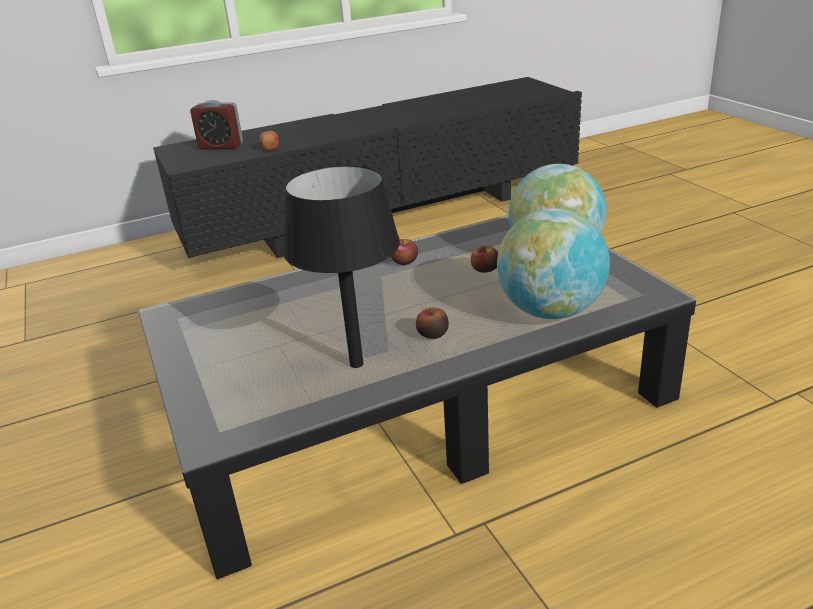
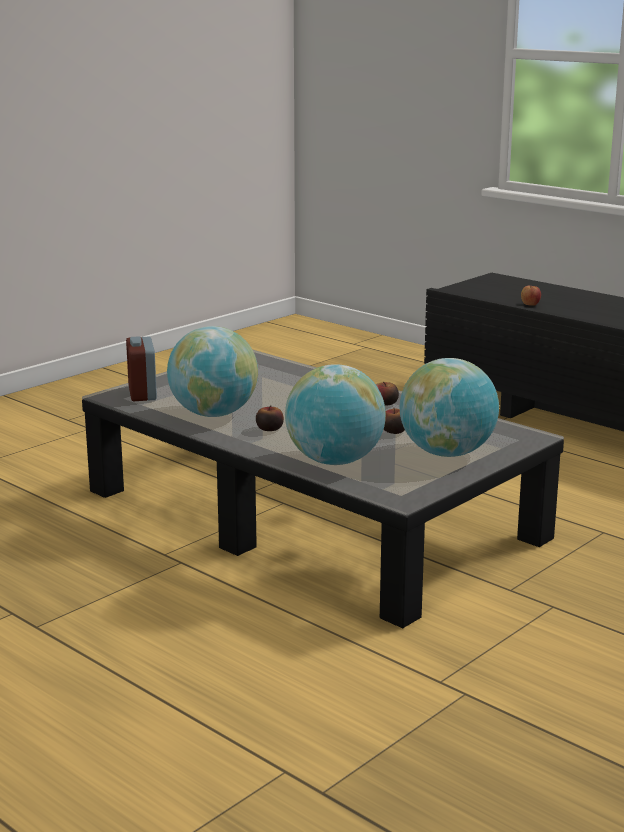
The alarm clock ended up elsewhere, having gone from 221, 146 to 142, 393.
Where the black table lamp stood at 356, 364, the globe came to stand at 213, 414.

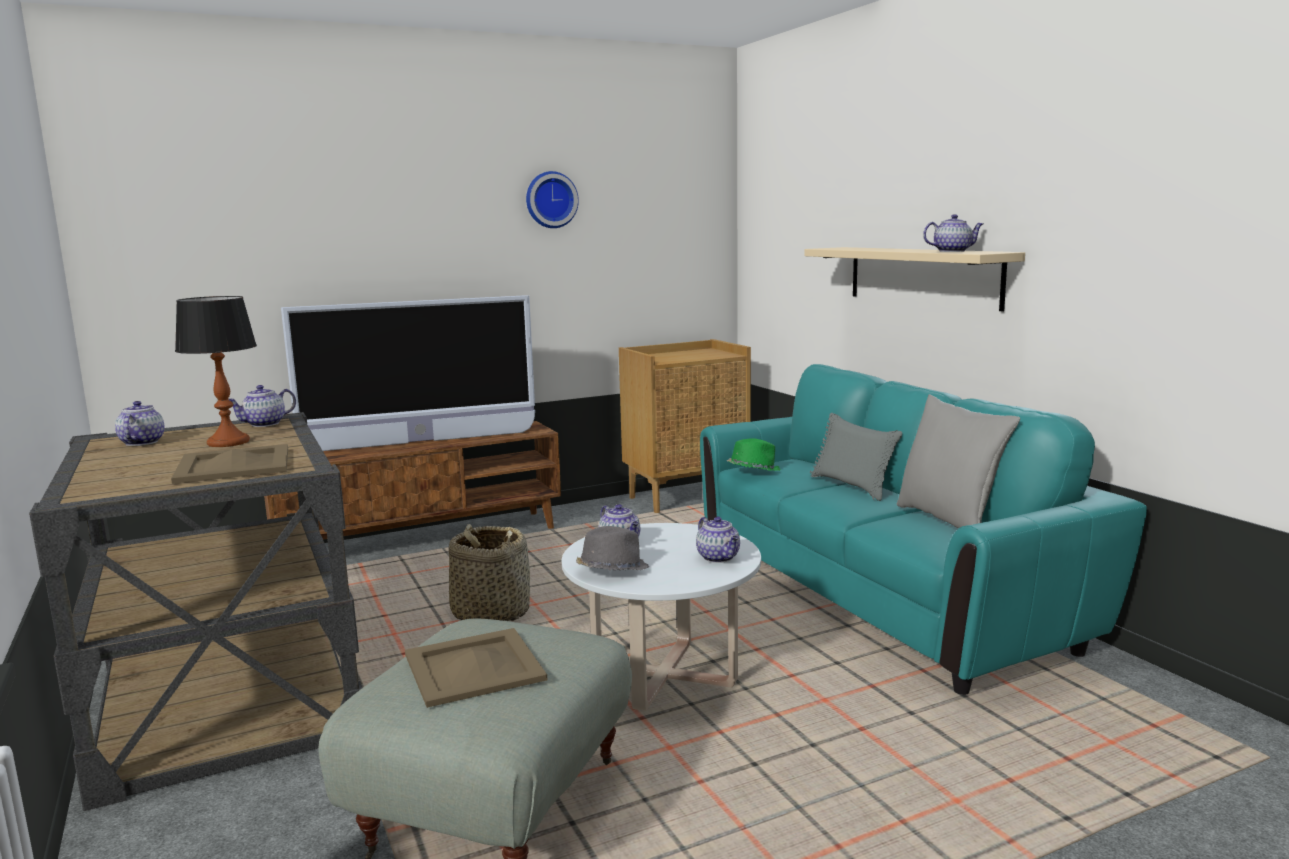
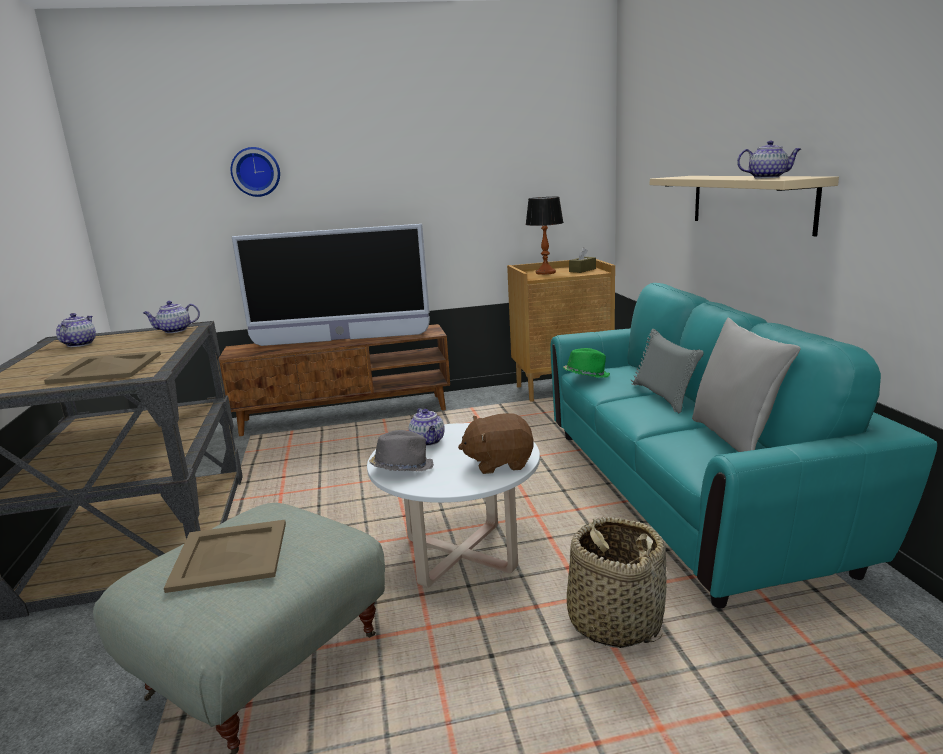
The second view gained the brown tissue box at 582, 270.
The table lamp ended up elsewhere, having gone from 229, 442 to 545, 272.
The basket ended up elsewhere, having gone from 490, 612 to 614, 621.
The wall clock ended up elsewhere, having gone from 550, 200 to 256, 172.
Where the teapot stood at 719, 558, the brown plush toy came to stand at 499, 463.

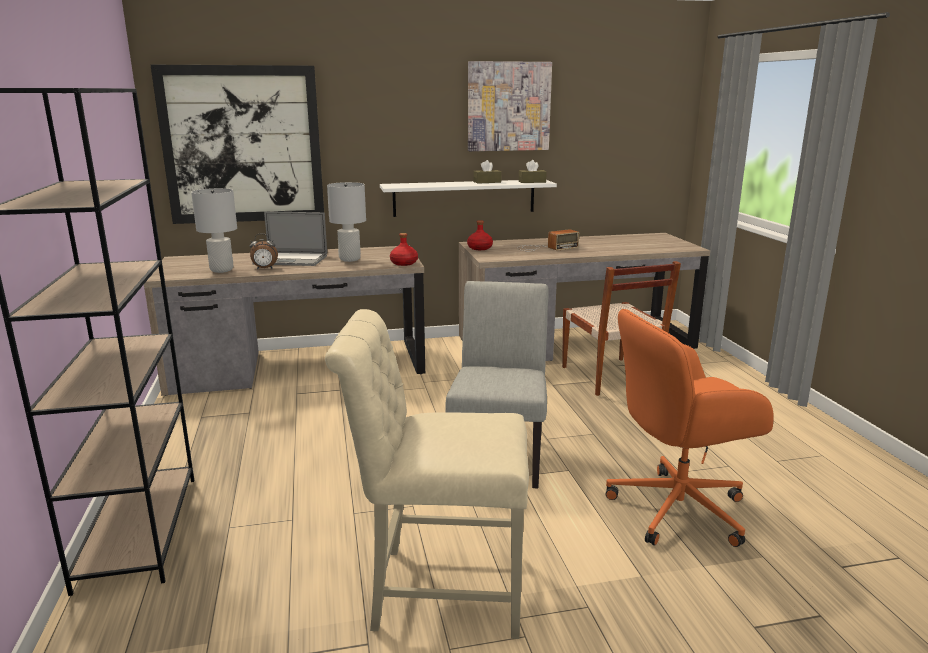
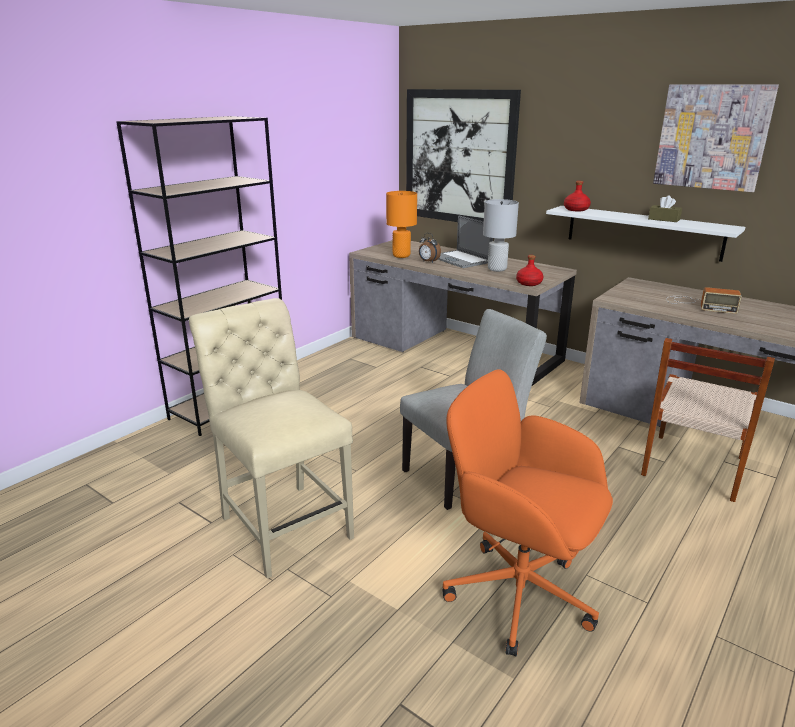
The second view lost the brown tissue box at 532, 182.
The red bottle ended up elsewhere, having gone from 479, 248 to 576, 209.
What was the grey table lamp at 222, 271 turned into the orange table lamp at 401, 257.

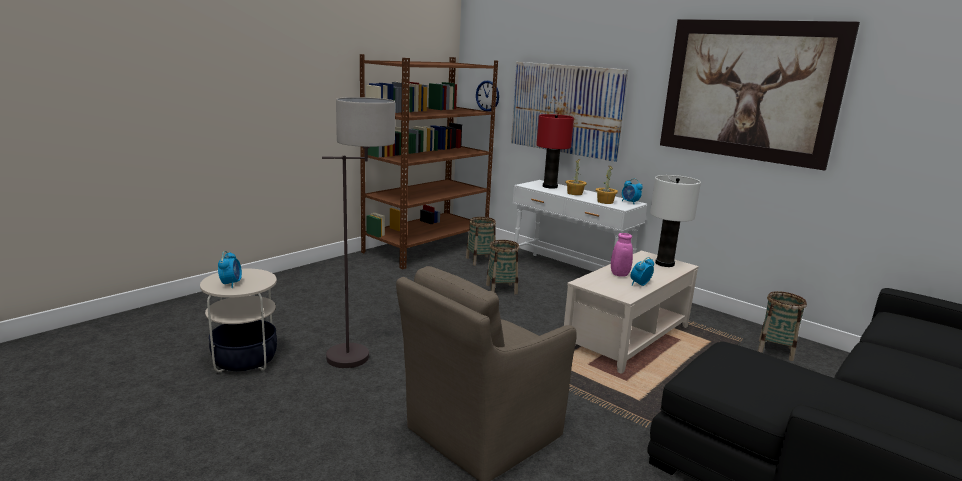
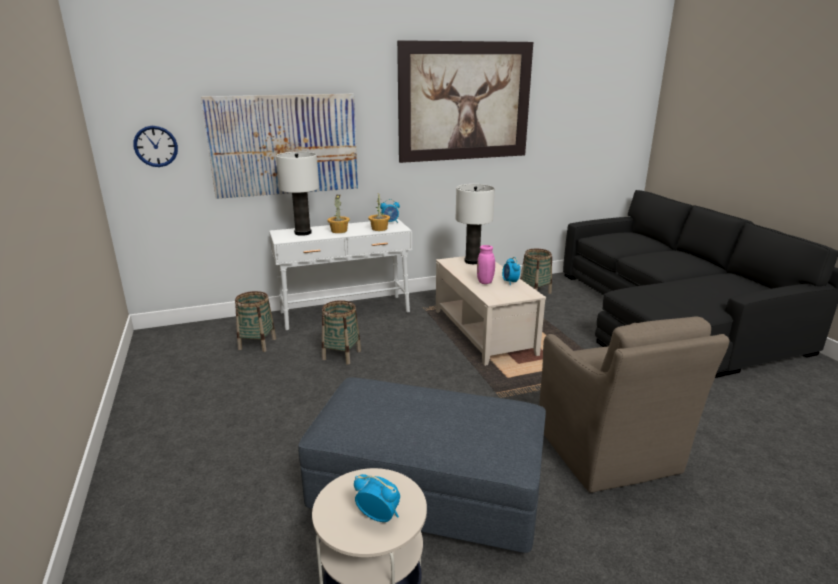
The second view lost the brown bookcase at 426, 248.
Where the grey floor lamp stood at 360, 356, the grey ottoman came to stand at 427, 491.
What was the red table lamp at 550, 186 turned into the white table lamp at 303, 233.

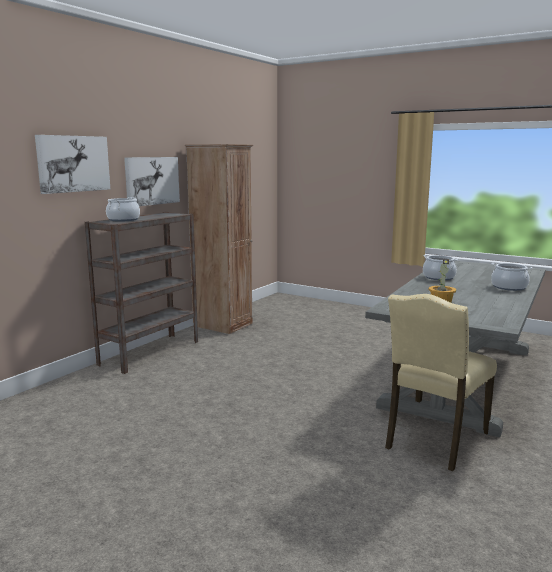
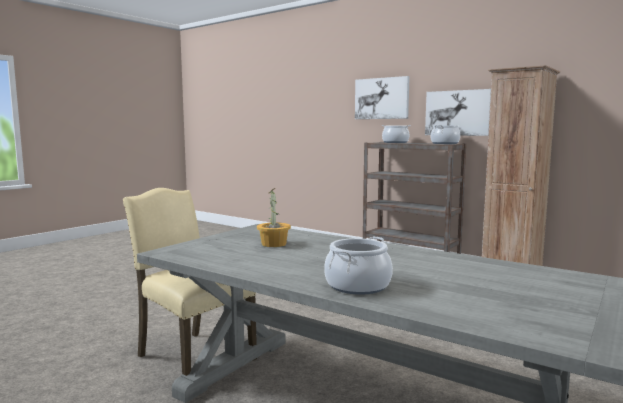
The cooking pot ended up elsewhere, having gone from 438, 277 to 445, 143.

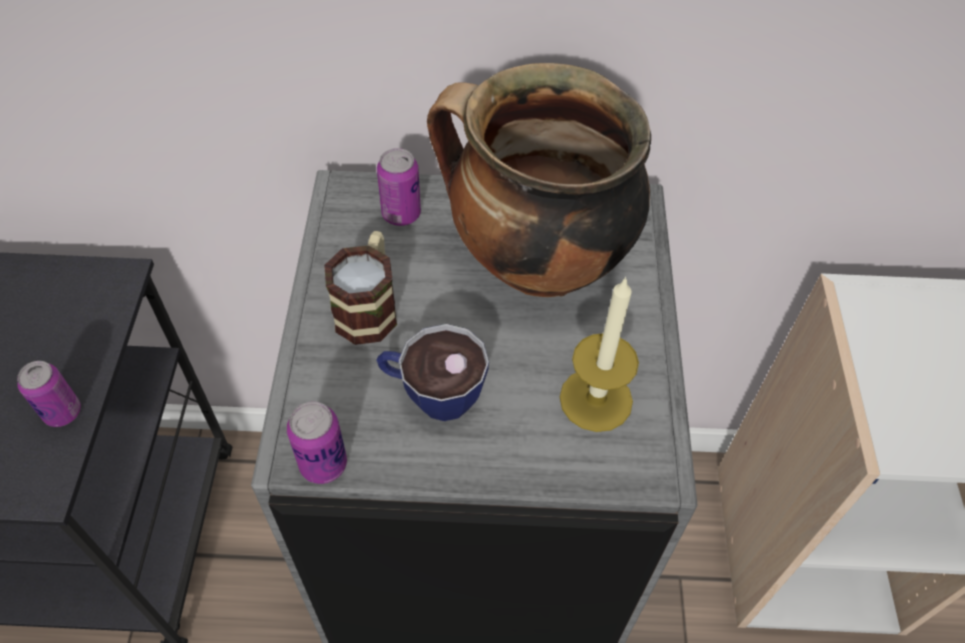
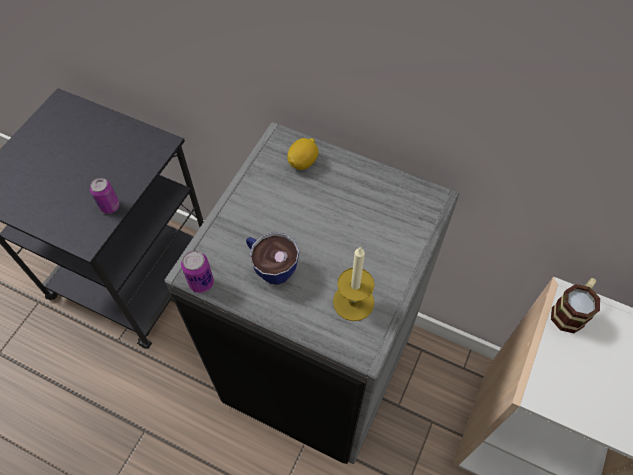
The second view lost the cooking pot at 535, 264.
The mug ended up elsewhere, having gone from 369, 306 to 571, 311.
Where the can stood at 401, 214, the lemon came to stand at 303, 162.

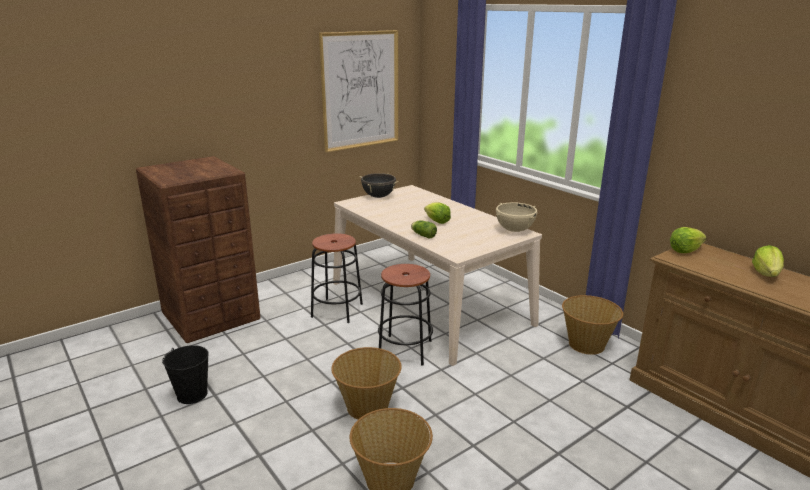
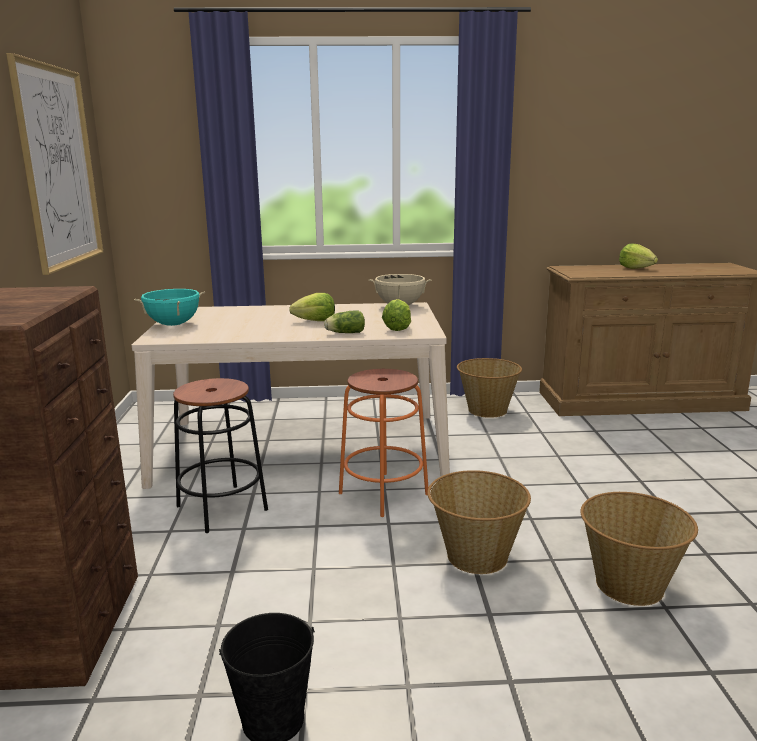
The lettuce ended up elsewhere, having gone from 685, 250 to 398, 328.
What was the black cooking pot at 378, 197 turned into the turquoise cooking pot at 173, 324.
What was the black stool at 405, 349 turned into the orange stool at 383, 493.

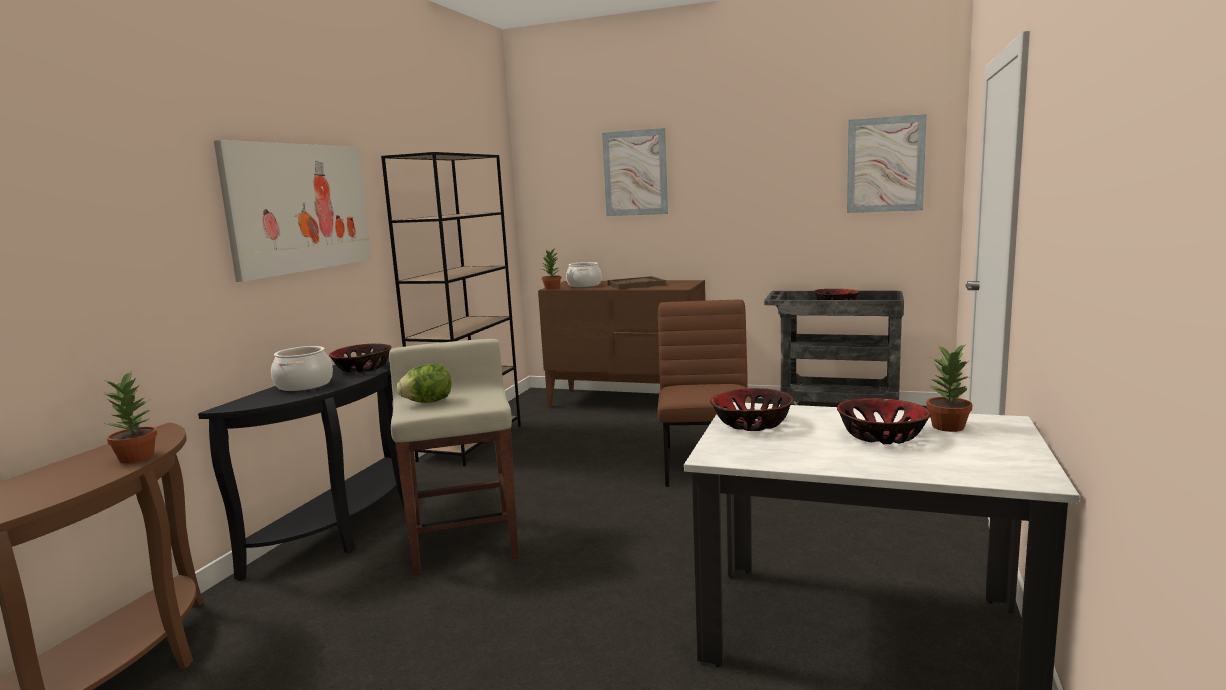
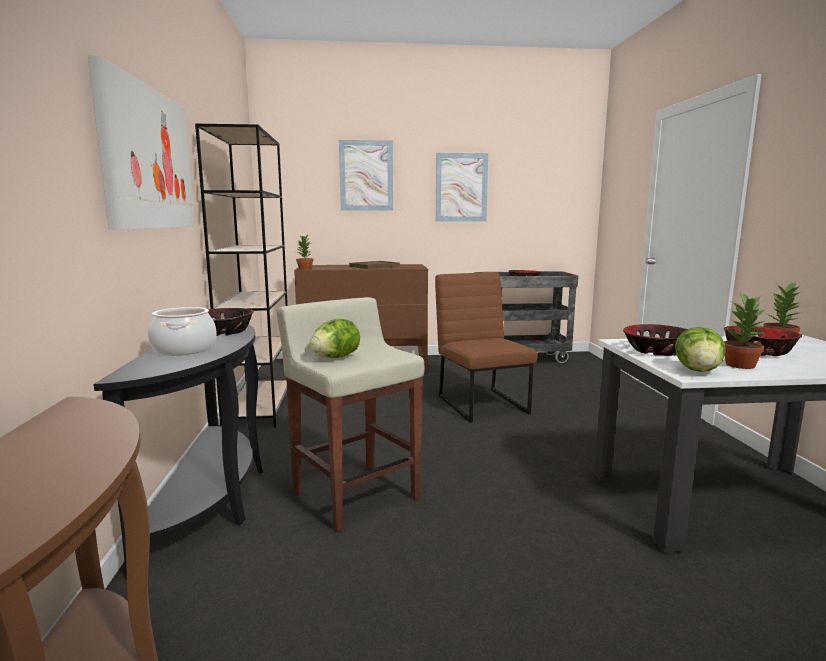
The second view lost the cooking pot at 584, 285.
The second view gained the lettuce at 698, 371.
The potted plant ended up elsewhere, having gone from 137, 457 to 740, 365.
The picture ended up elsewhere, having gone from 885, 164 to 461, 187.

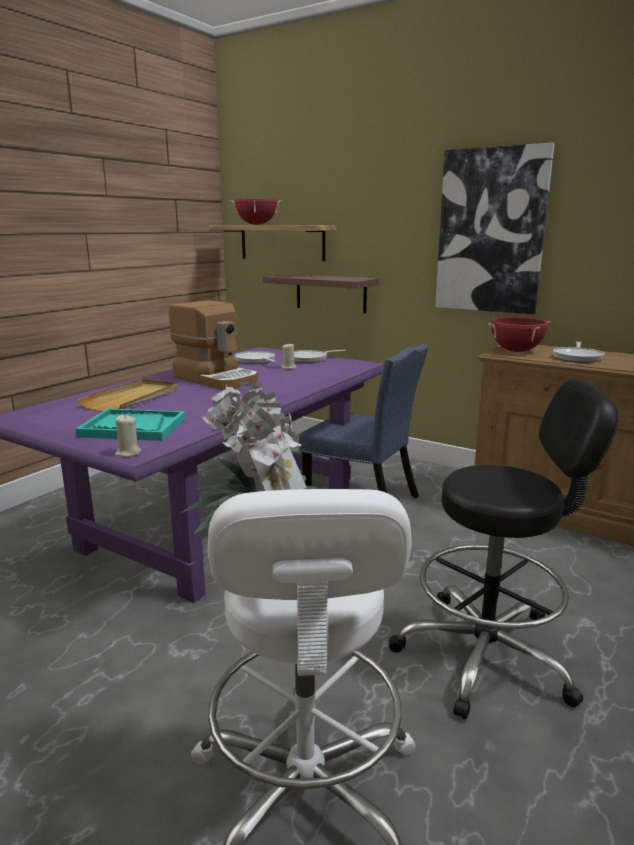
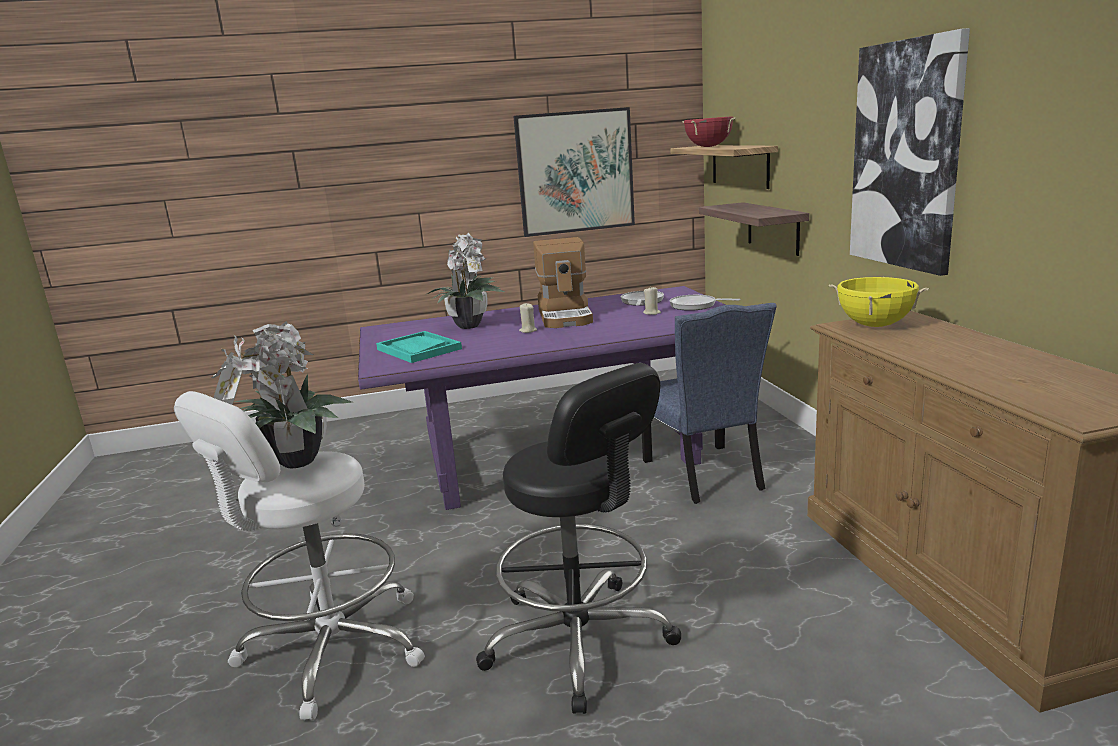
The second view lost the frying pan at 577, 357.
The second view gained the picture at 575, 172.
The beige candle ended up elsewhere, having gone from 128, 453 to 528, 331.
Where the beige tray stood at 132, 398, the potted plant came to stand at 469, 325.
What was the red cooking pot at 516, 351 turned into the yellow cooking pot at 875, 325.

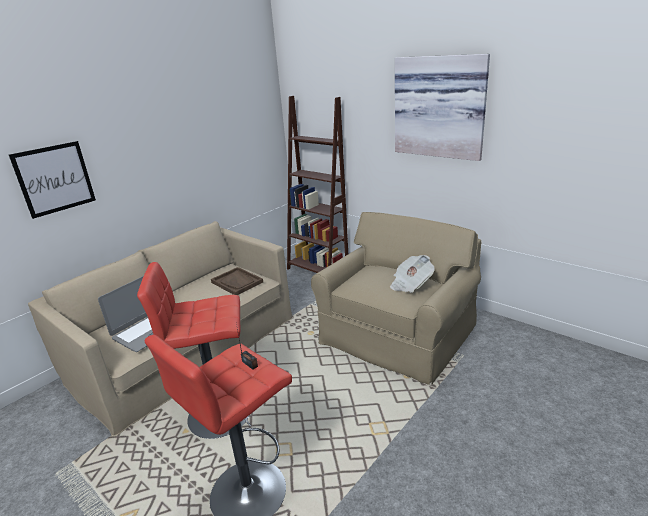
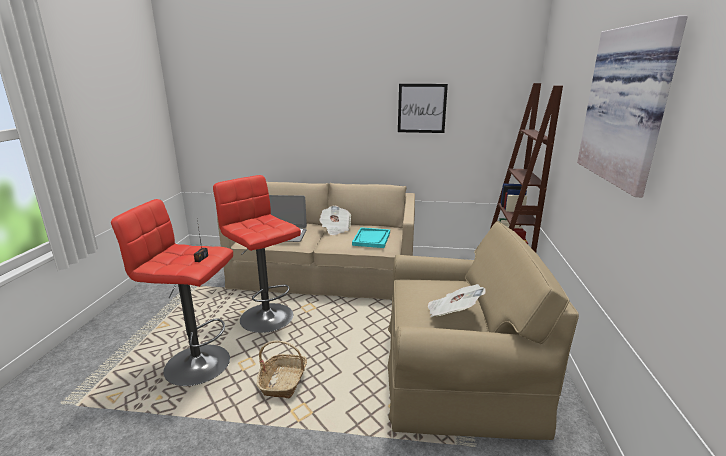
The second view gained the basket at 283, 381.
The second view gained the newspaper at 335, 229.
The picture ended up elsewhere, having gone from 55, 179 to 422, 108.
What was the brown tray at 237, 282 turned into the turquoise tray at 371, 239.

